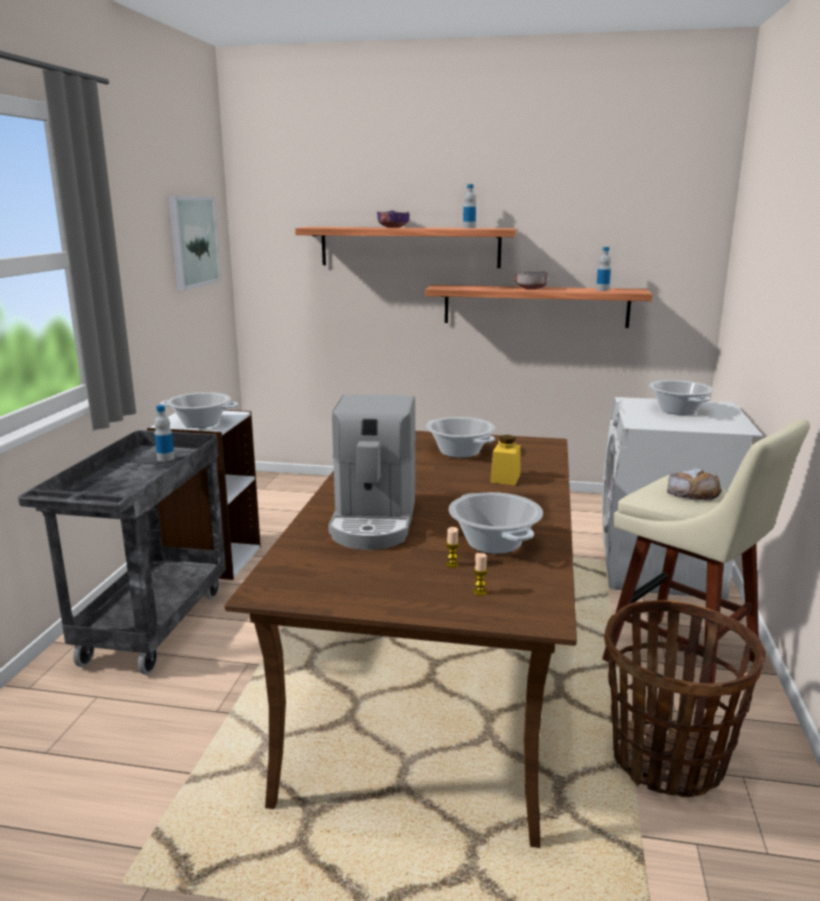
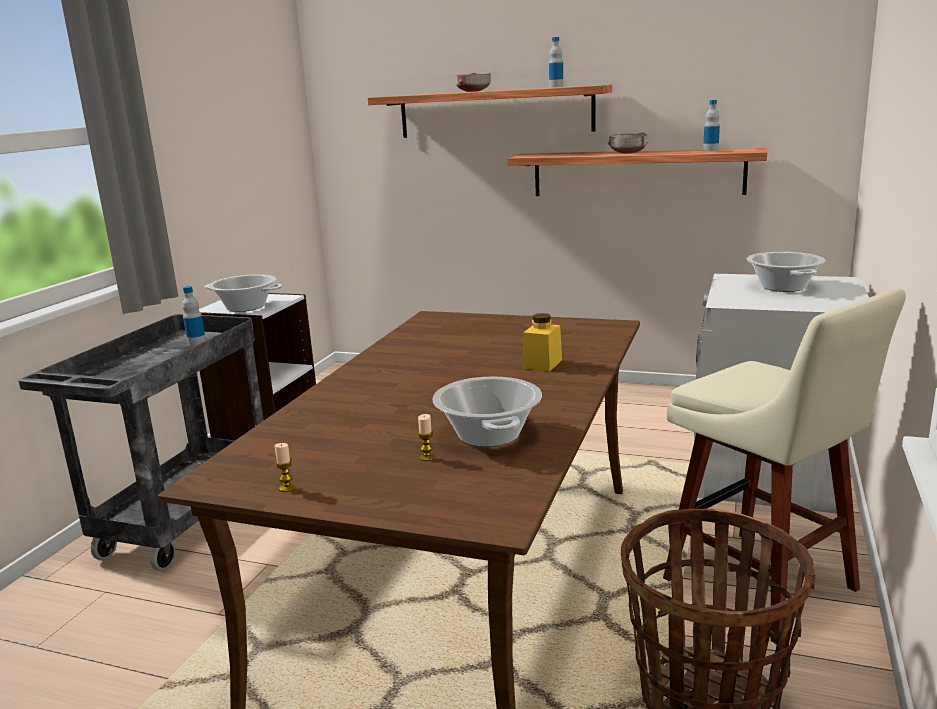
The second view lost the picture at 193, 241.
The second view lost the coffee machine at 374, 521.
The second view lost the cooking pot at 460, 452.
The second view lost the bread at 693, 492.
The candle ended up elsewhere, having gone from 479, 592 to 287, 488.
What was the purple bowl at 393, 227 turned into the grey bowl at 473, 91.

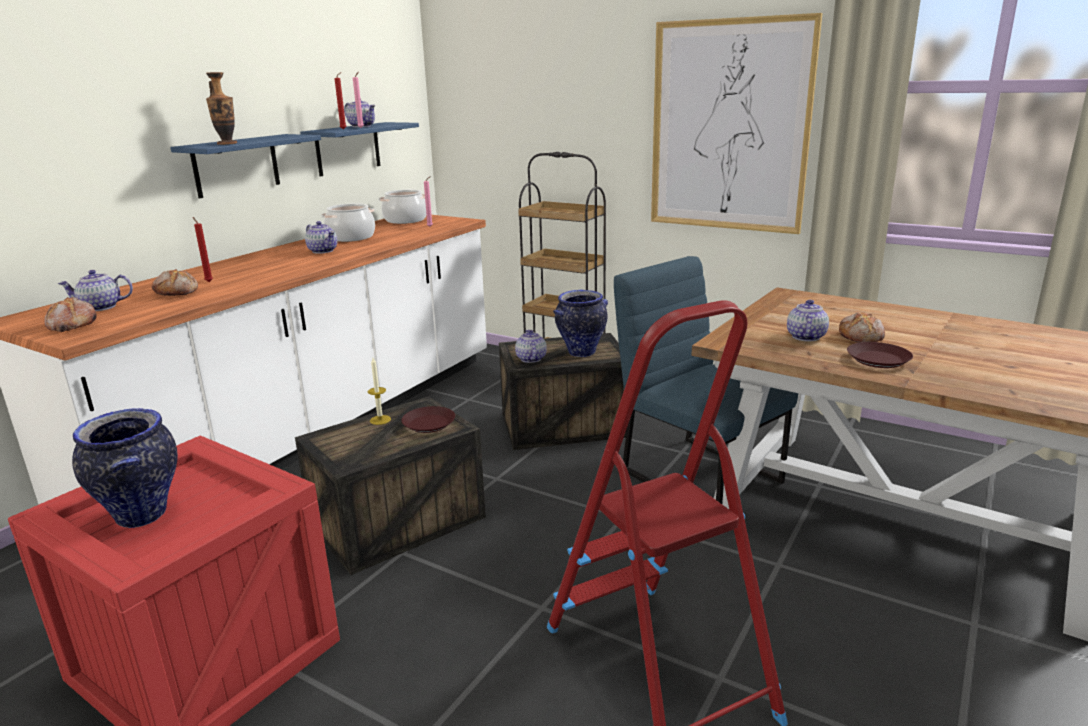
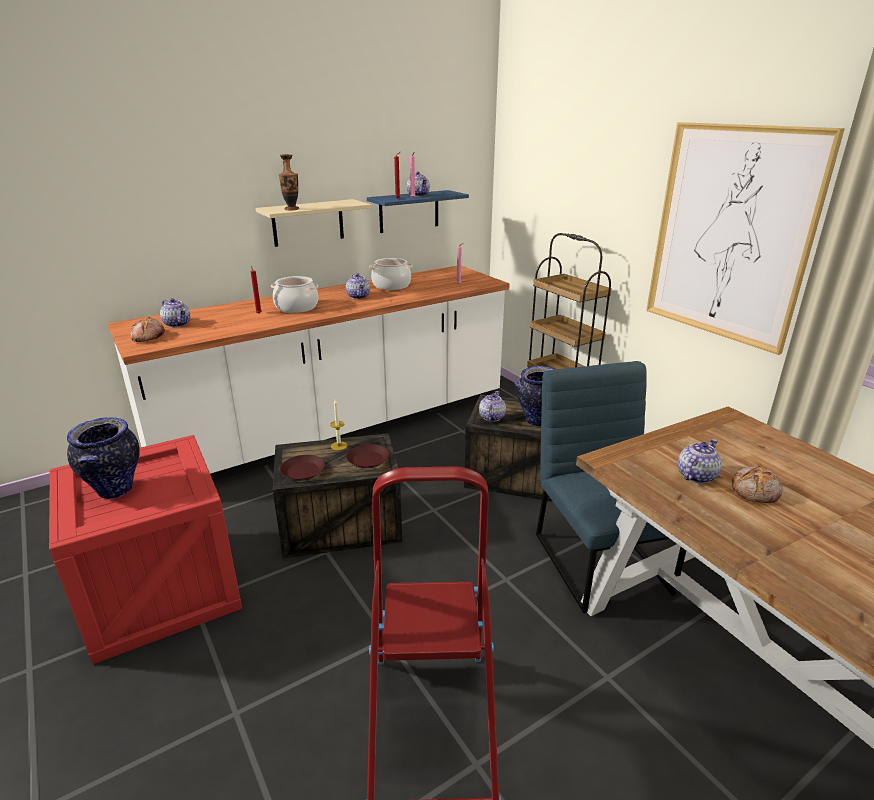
The second view lost the bread at 177, 292.
The cooking pot ended up elsewhere, having gone from 405, 220 to 297, 307.
The brown plate ended up elsewhere, having gone from 878, 360 to 303, 471.
What was the blue shelf at 236, 165 turned into the beige shelf at 308, 223.
The teapot at 100, 307 ended up facing another way, 150 degrees counterclockwise from before.

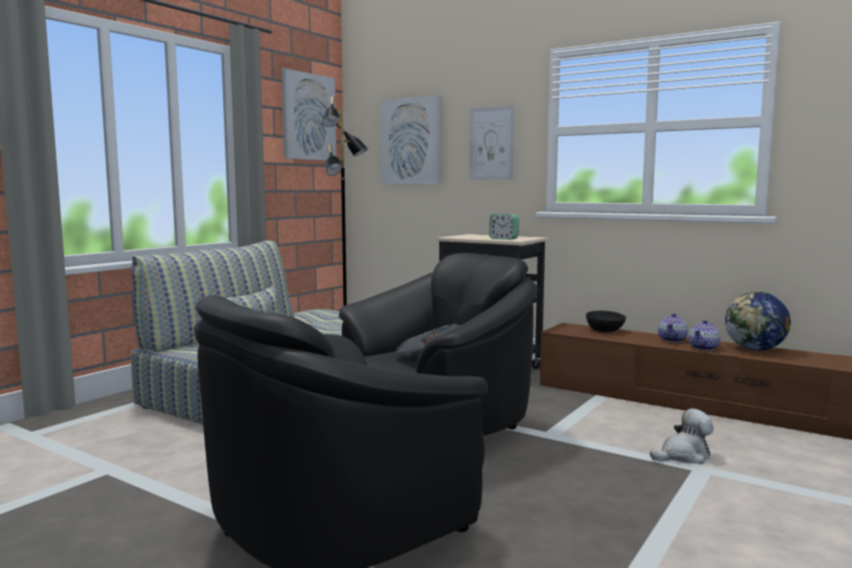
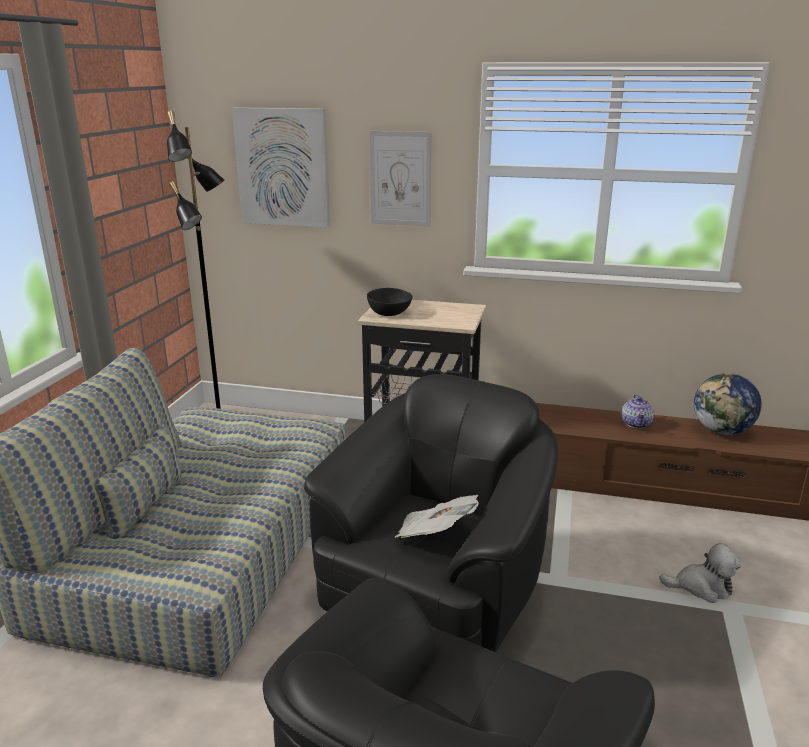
The second view lost the picture at 308, 117.
The second view lost the alarm clock at 503, 239.
The second view lost the teapot at 704, 348.
The black bowl ended up elsewhere, having gone from 604, 330 to 388, 313.
The plush toy at 683, 456 ended up facing another way, 45 degrees clockwise from before.

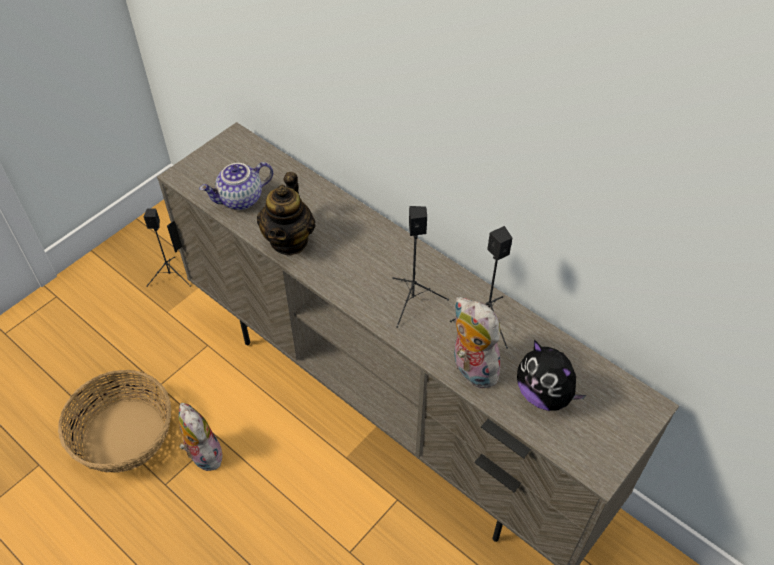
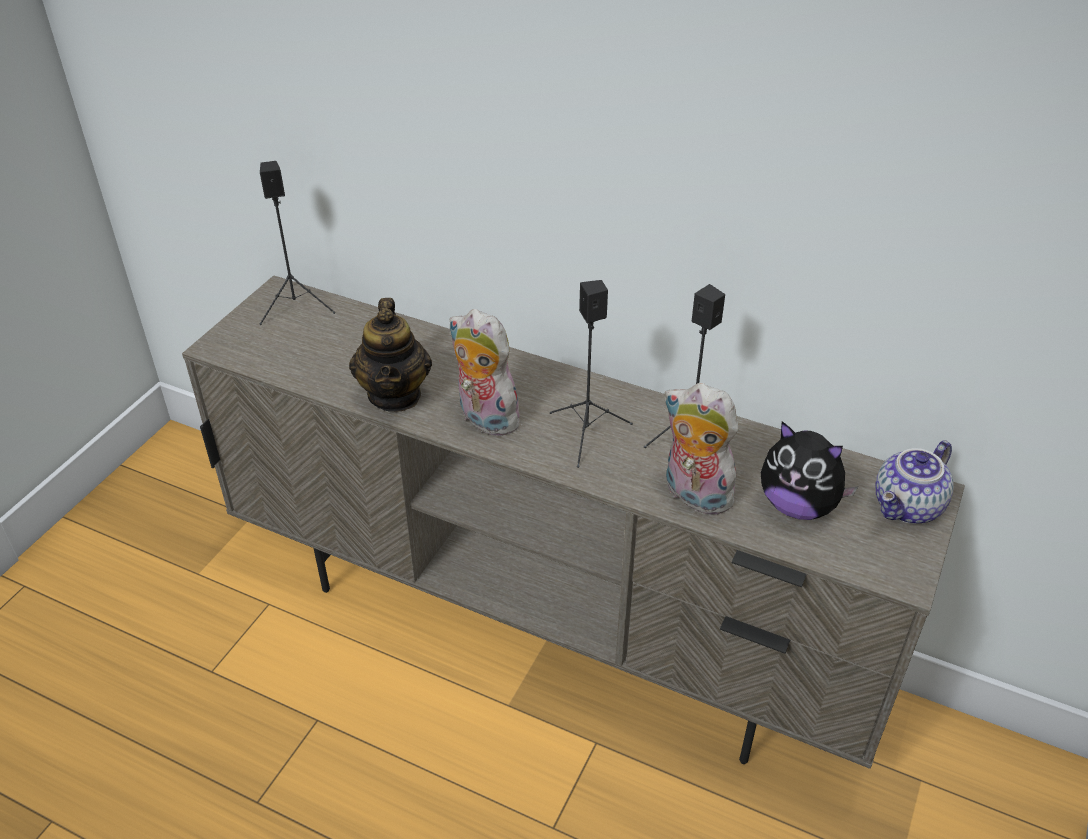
The second view lost the basket at 125, 435.
The black speaker ended up elsewhere, having gone from 171, 276 to 296, 306.
The plush toy ended up elsewhere, having gone from 202, 454 to 484, 419.
The teapot ended up elsewhere, having gone from 240, 200 to 908, 508.

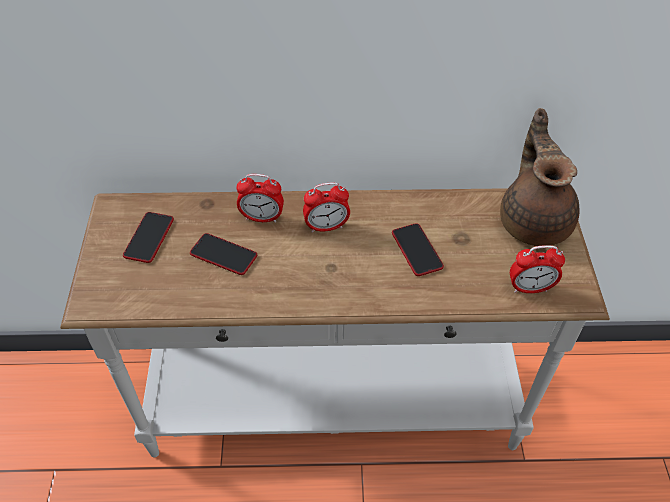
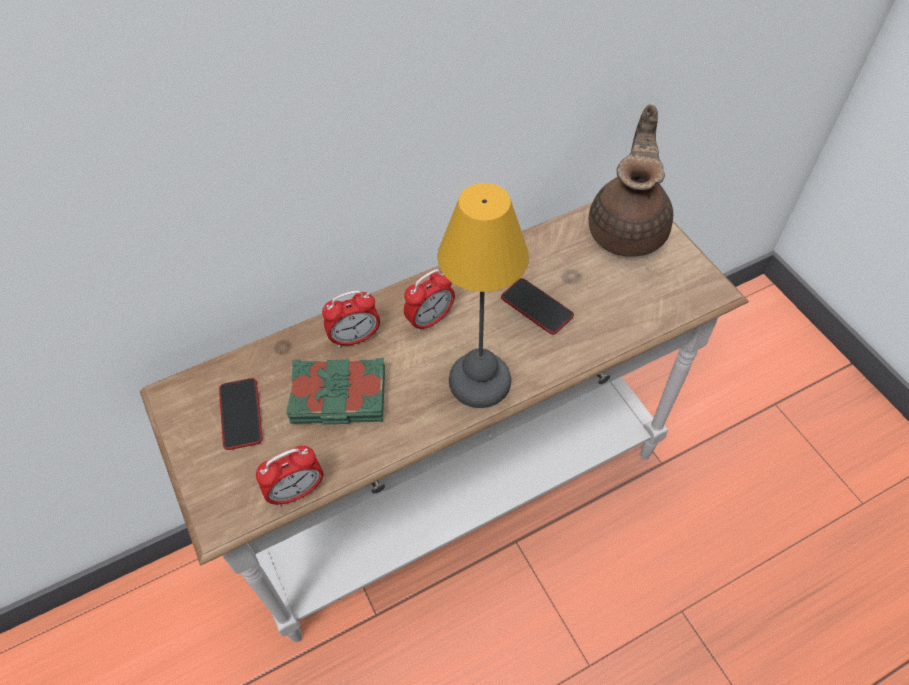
The second view gained the table lamp at 480, 379.
The alarm clock ended up elsewhere, having gone from 529, 288 to 297, 491.
Where the phone stood at 223, 255, the green book came to stand at 339, 397.
The brown teapot at 534, 220 ended up facing another way, 45 degrees clockwise from before.

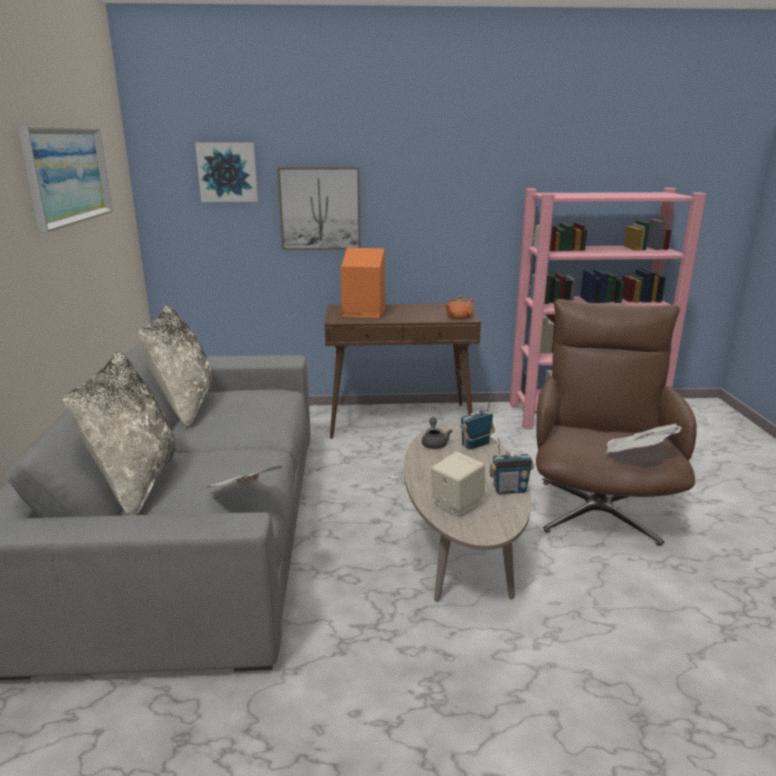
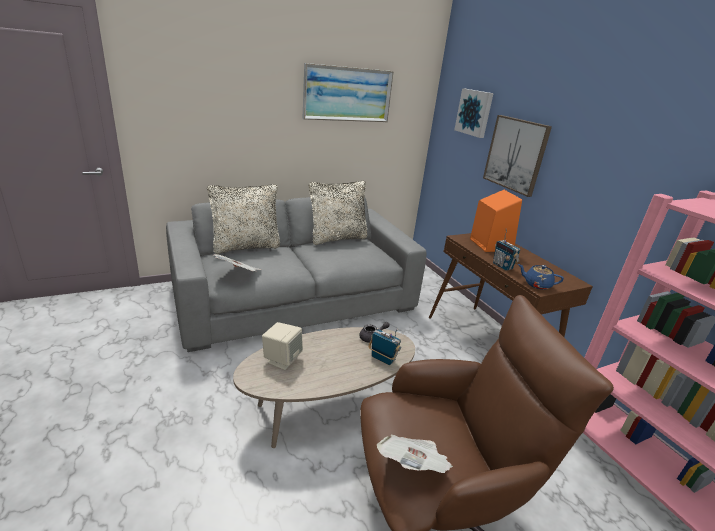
The radio ended up elsewhere, having gone from 509, 490 to 502, 266.
What was the orange teapot at 458, 317 turned into the blue teapot at 536, 284.

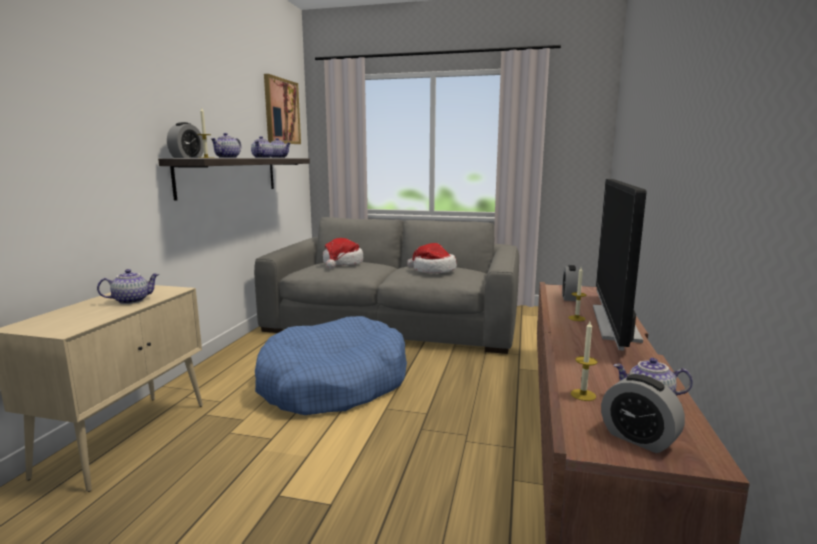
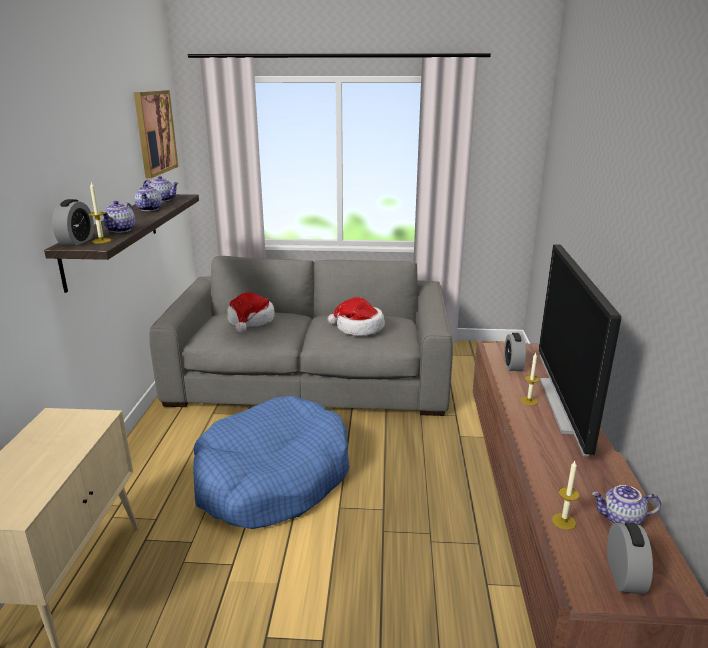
The second view lost the teapot at 131, 300.
The alarm clock at 638, 438 ended up facing another way, 120 degrees counterclockwise from before.

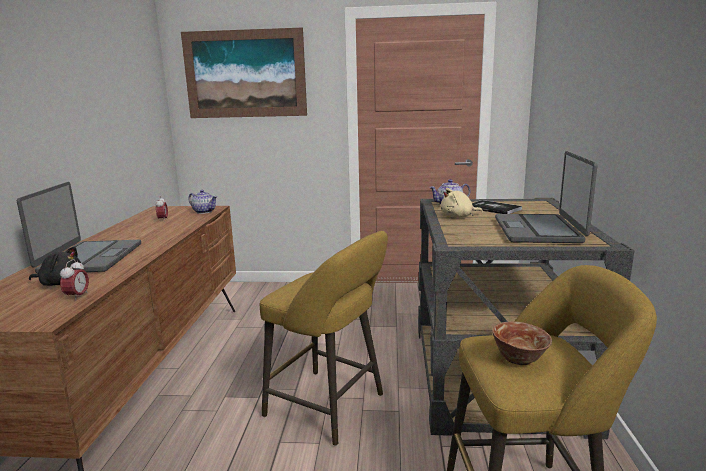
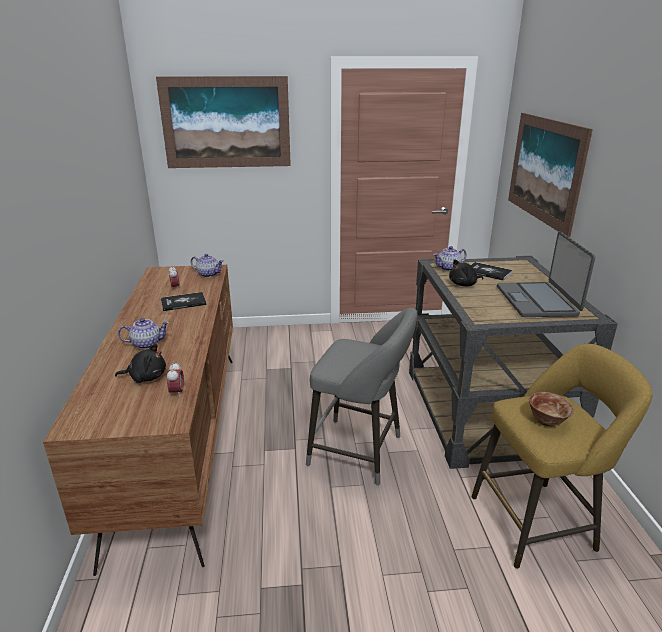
The second view gained the book at 183, 302.
The second view gained the picture at 545, 170.
Where the laptop stood at 90, 258, the teapot came to stand at 146, 344.
What was the yellow stool at 330, 407 turned into the grey stool at 360, 452.
What was the beige plush toy at 458, 217 turned into the black plush toy at 464, 284.

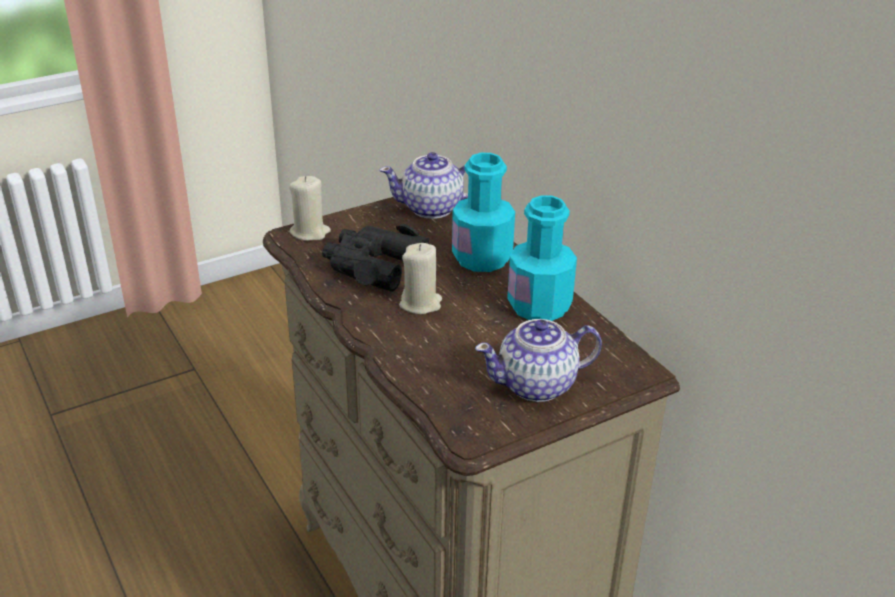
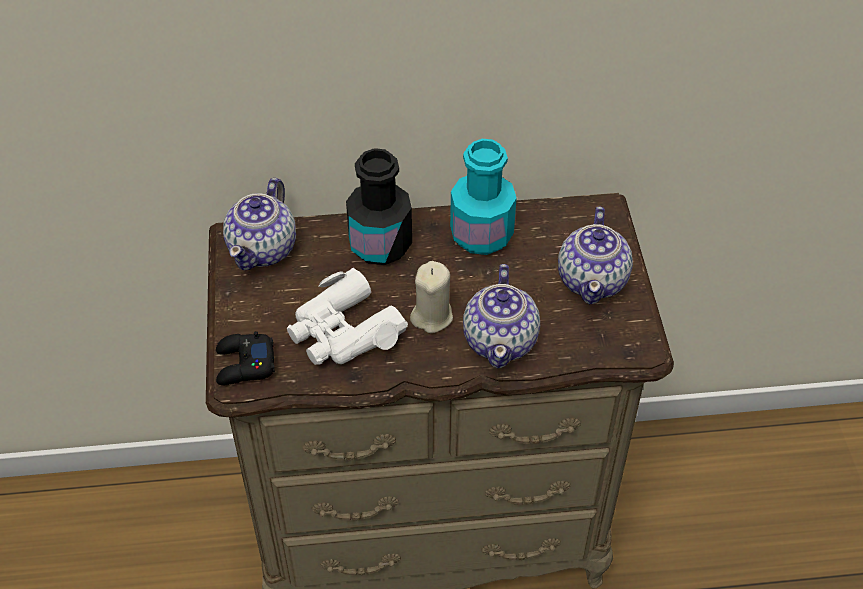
The second view gained the teapot at 501, 340.
Where the beige candle stood at 310, 232, the black game controller came to stand at 244, 365.
What was the black binoculars at 372, 265 turned into the white binoculars at 343, 332.
What was the turquoise bottle at 482, 258 turned into the black bottle at 380, 245.

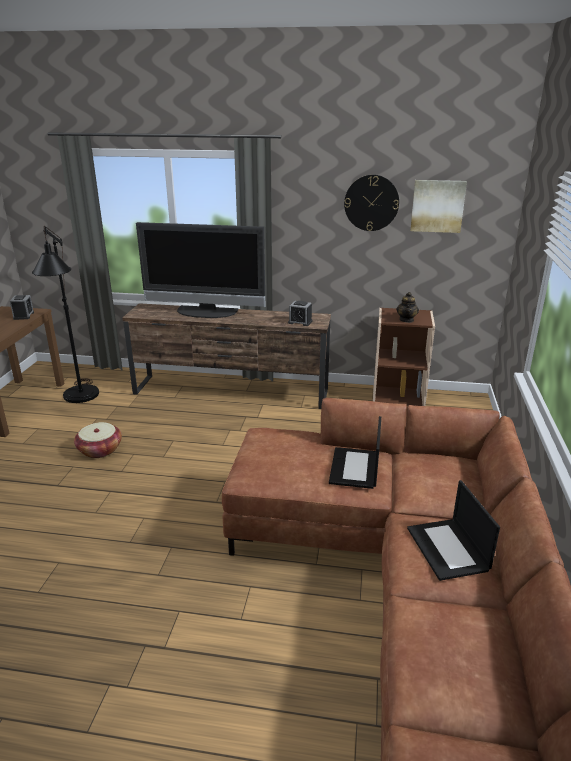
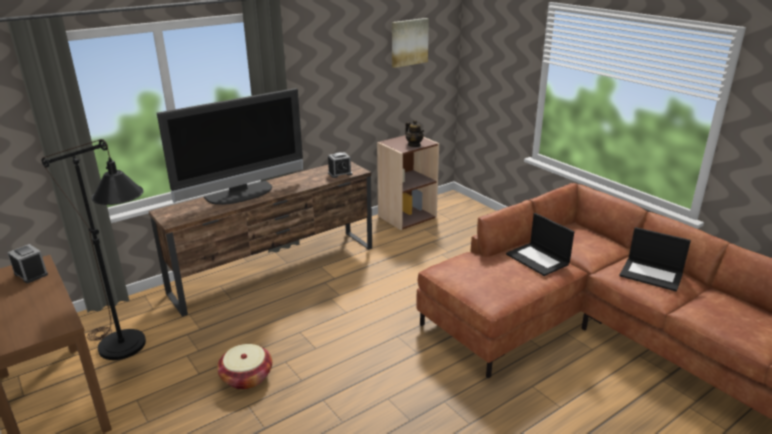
The second view lost the wall clock at 371, 203.

